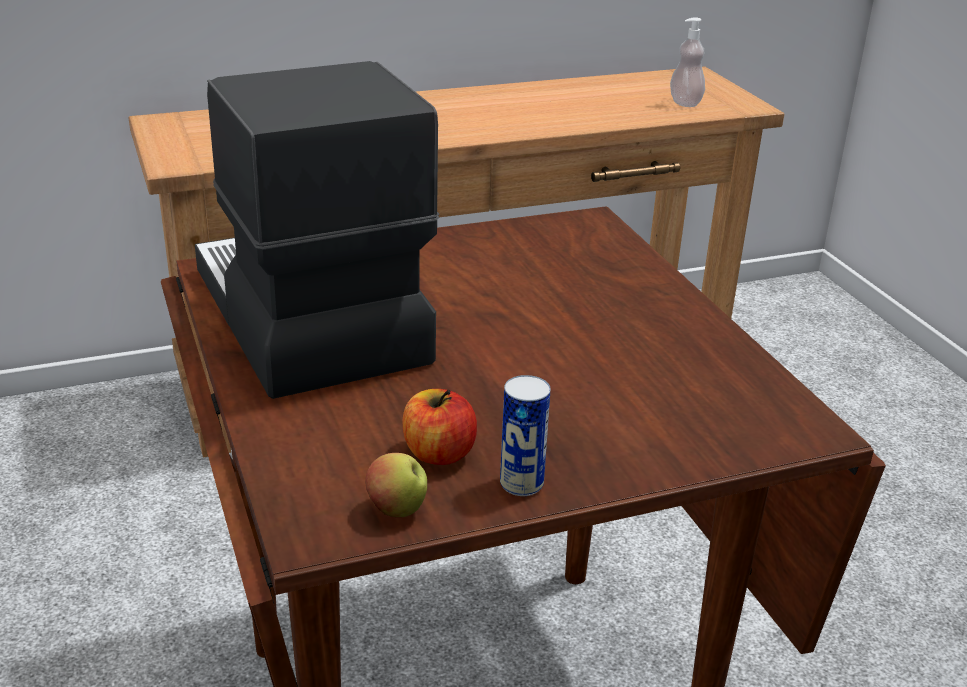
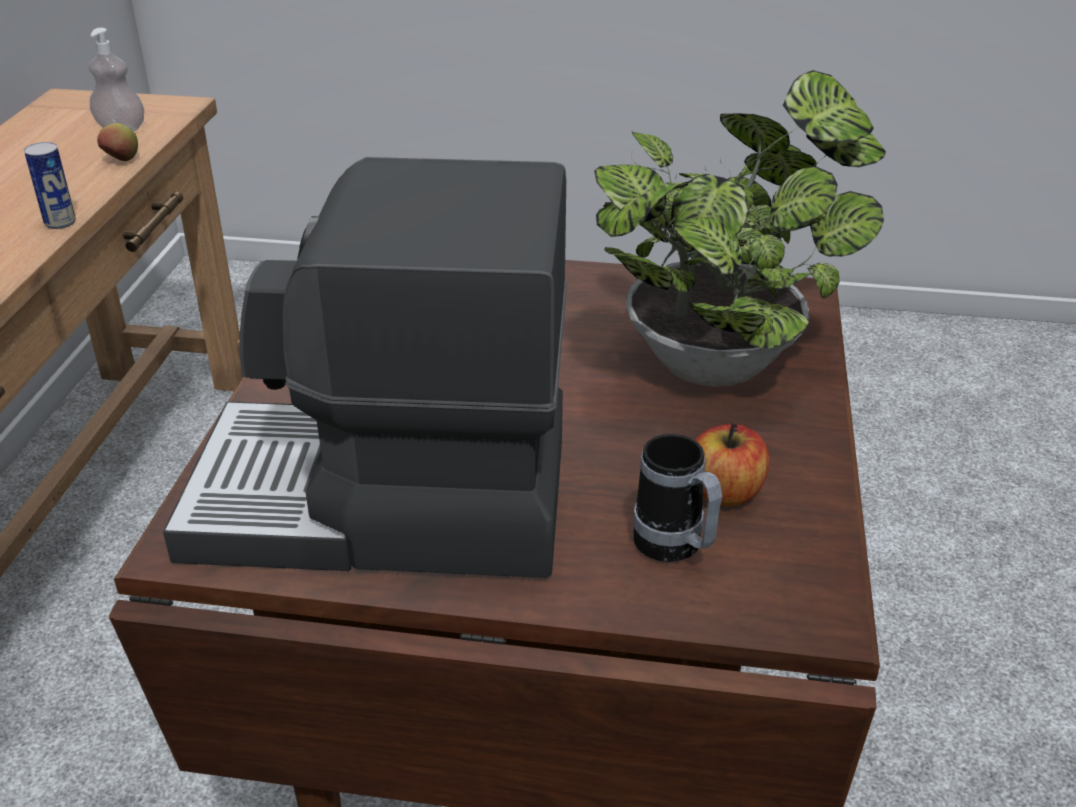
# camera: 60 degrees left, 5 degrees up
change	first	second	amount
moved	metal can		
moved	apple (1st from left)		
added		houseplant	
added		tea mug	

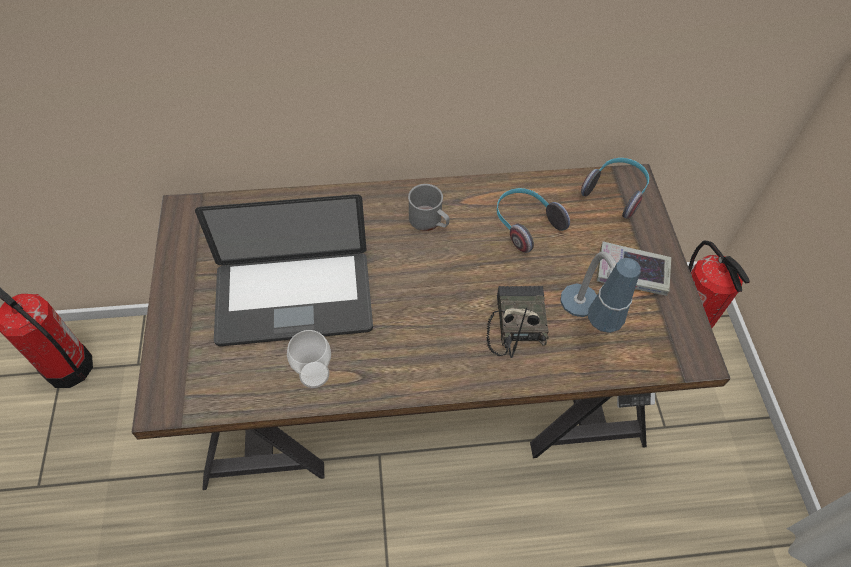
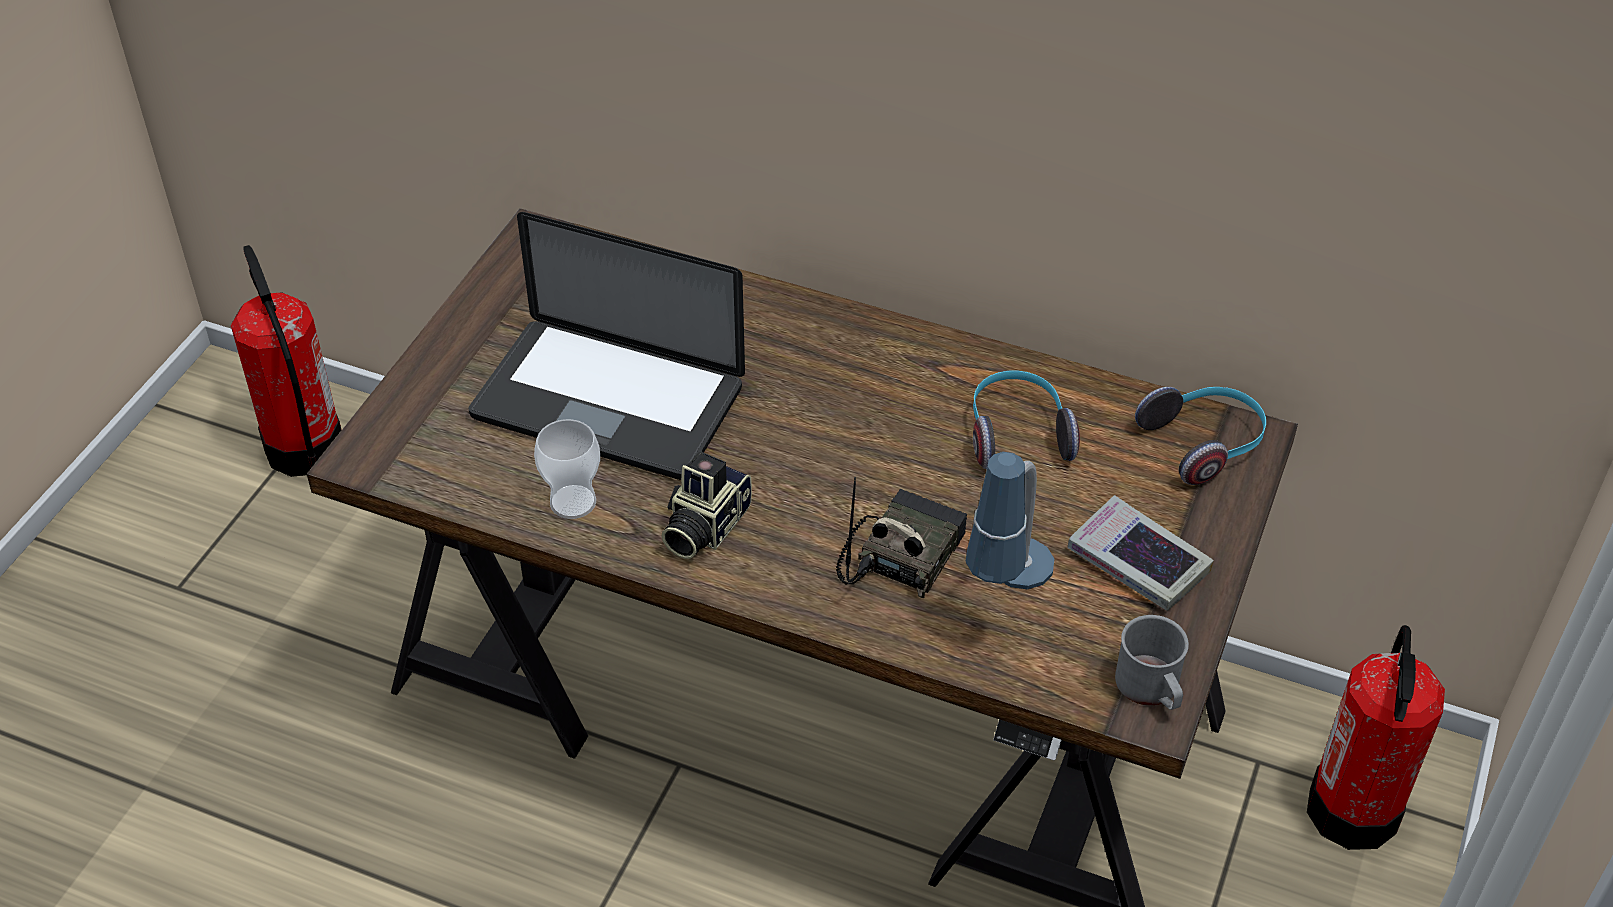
# camera: 30 degrees right, 10 degrees down
change	first	second	amount
added		photo camera	
moved	gray tea mug		

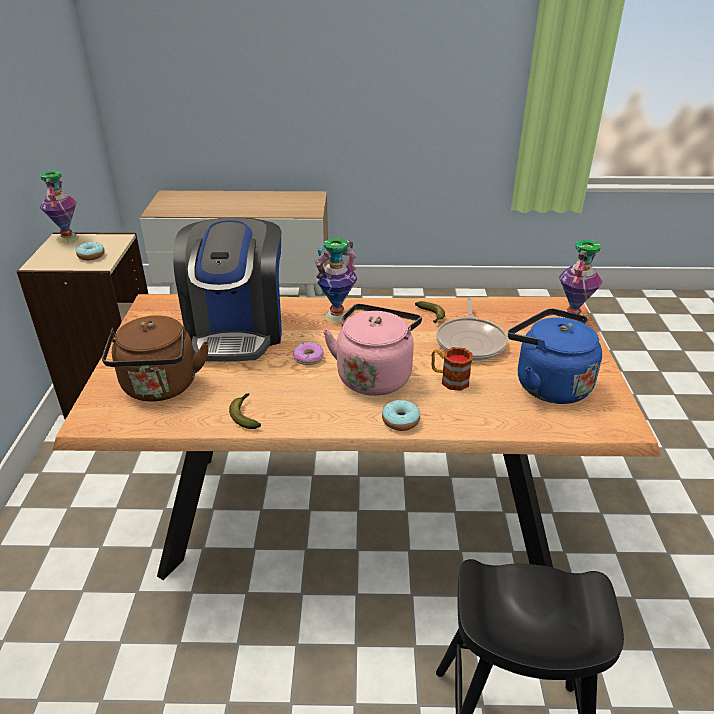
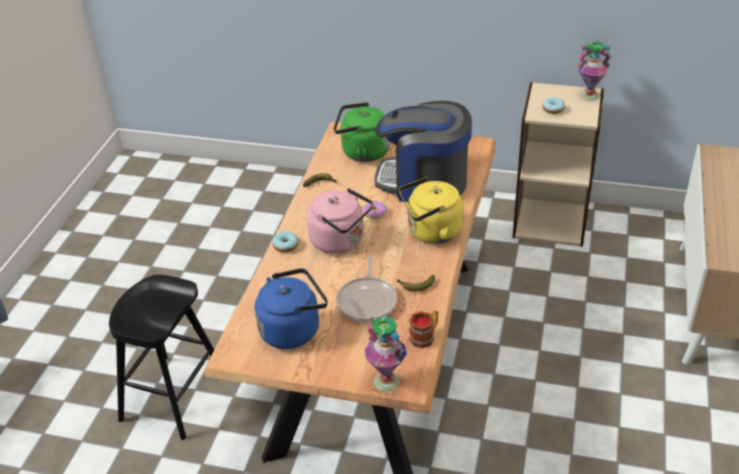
# camera: 105 degrees right, 5 degrees up
change	first	second	amount
recoloured	brownish tea kettle	green tea kettle	
turned	skillet		105 degrees counterclockwise
replaced	decorative vase (2nd from left)	yellow-coloured tea kettle	
moved	tea mug		

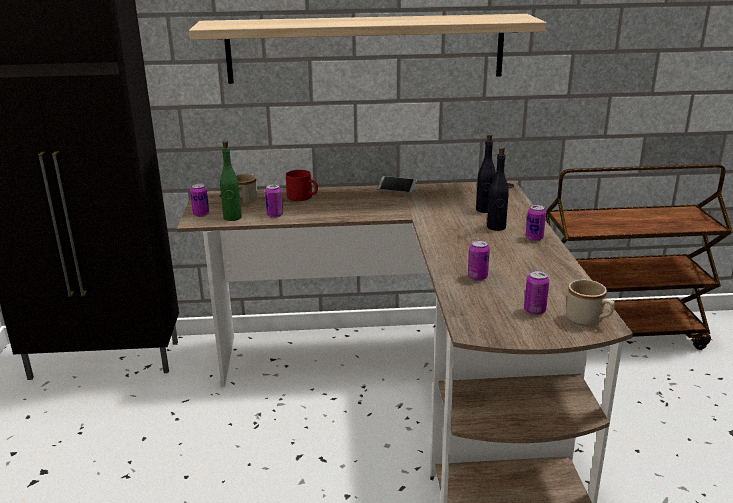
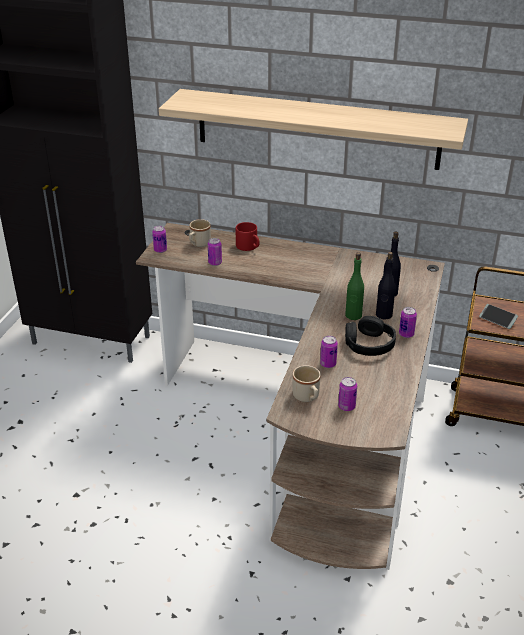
# camera: 20 degrees right, 10 degrees up
change	first	second	amount
moved	beige tea mug (2nd from left)		
moved	green beverage bottle		
added		black pair of headphones	
moved	phone		

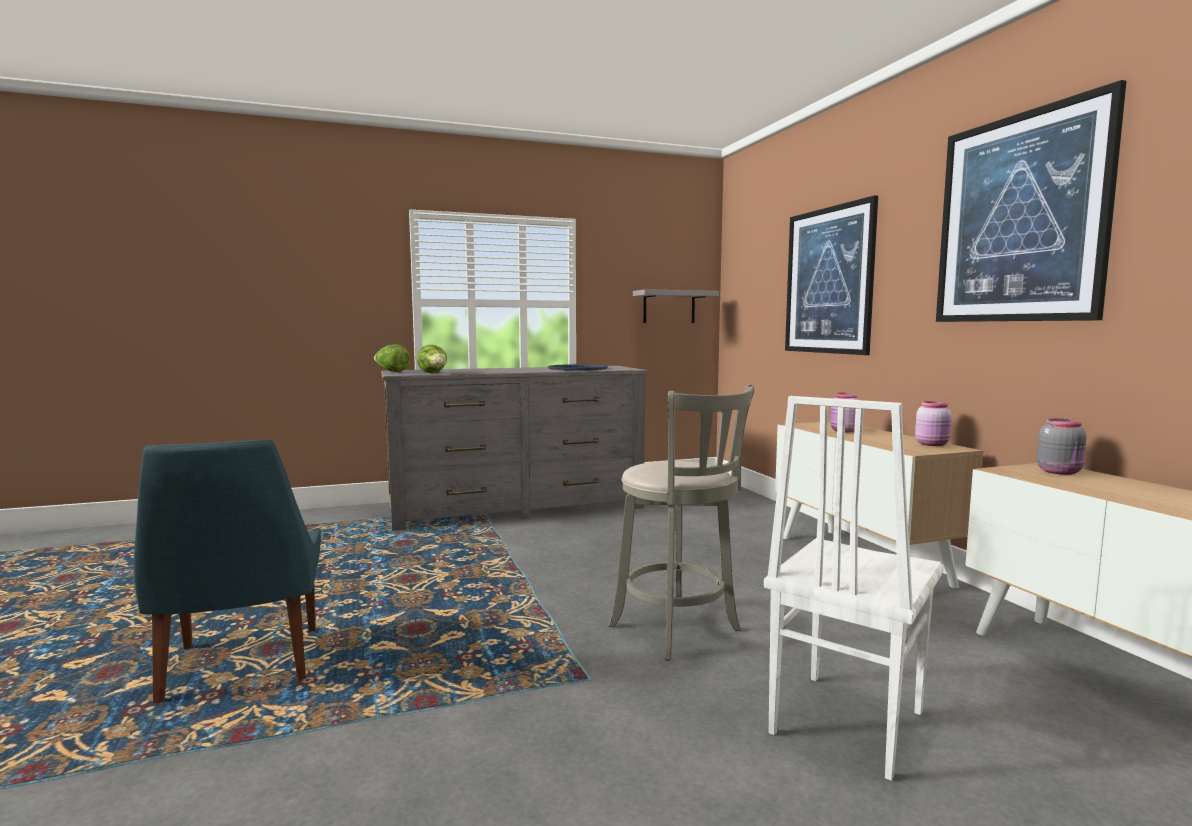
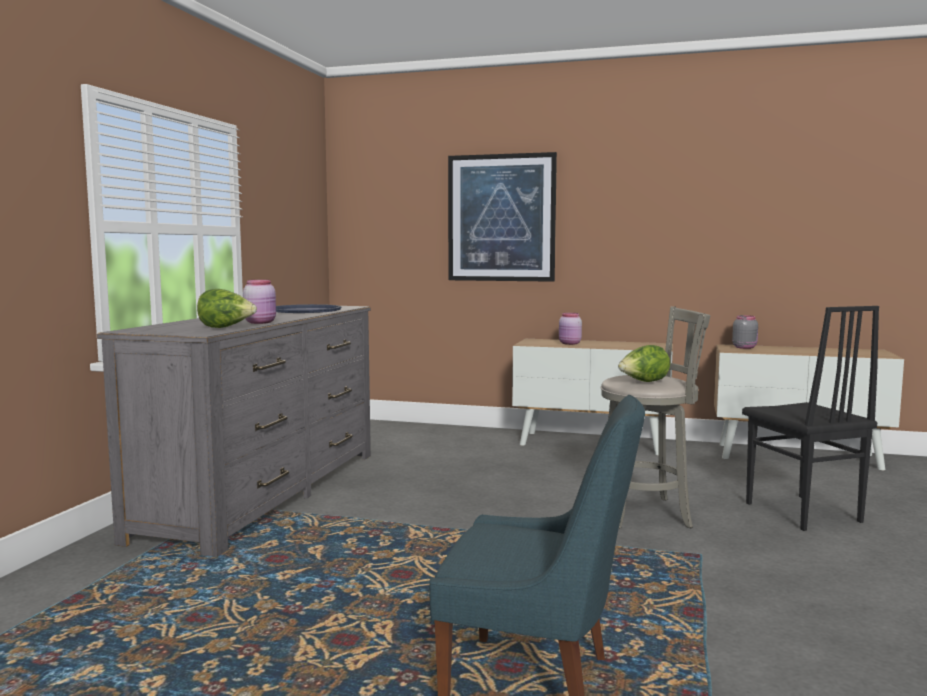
# camera: 55 degrees left, 0 degrees up
change	first	second	amount
moved	pink preserve jar (2nd from left in the first image)	pink preserve jar (1st from left)	
moved	lettuce head (1st from left in the first image)	lettuce head (2nd from left)	
recoloured	white-coloured plain chair	black plain chair	
removed	gray wall shelf		
removed	wall art (2nd from left)		

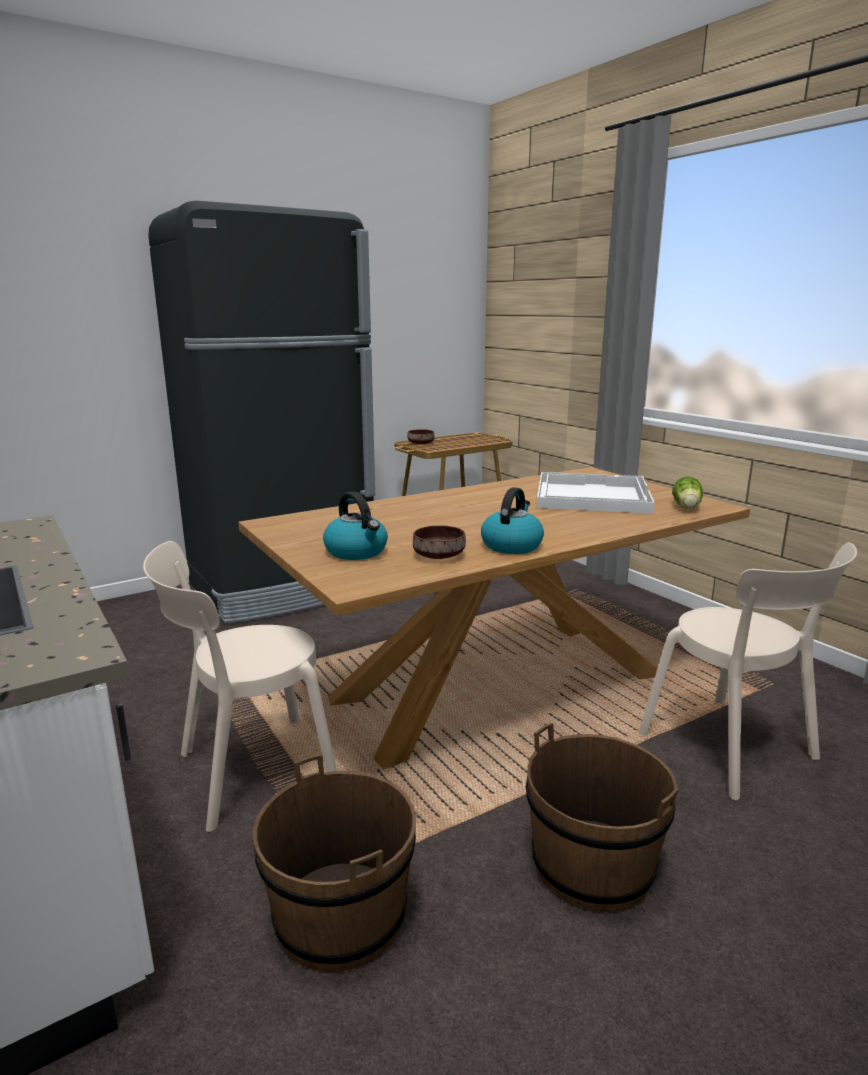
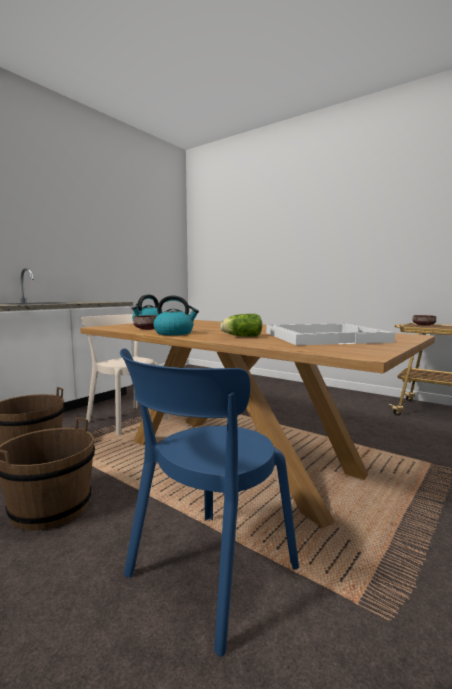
# camera: 70 degrees right, 10 degrees down
change	first	second	amount
recoloured	beige plain chair (2nd from left)	blue-coloured plain chair	
moved	lettuce head		
removed	black kitchen fridge		

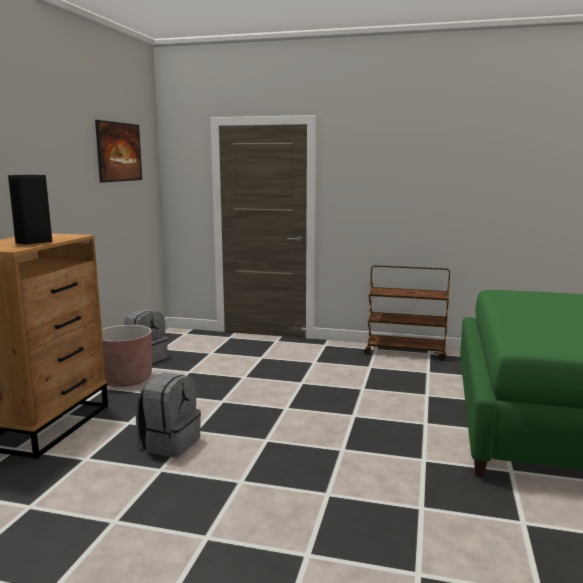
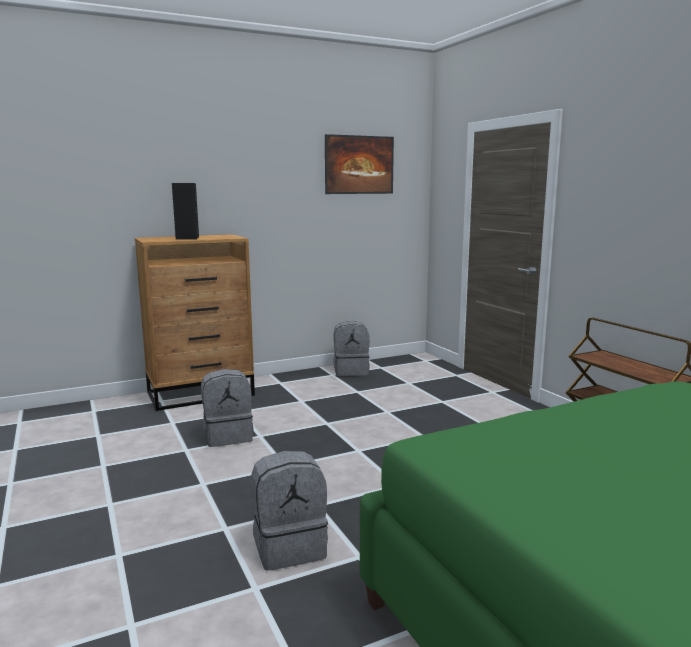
# camera: 50 degrees right, 0 degrees up
change	first	second	amount
added		gray rucksack (2nd from left)	
removed	brownish plant pot		

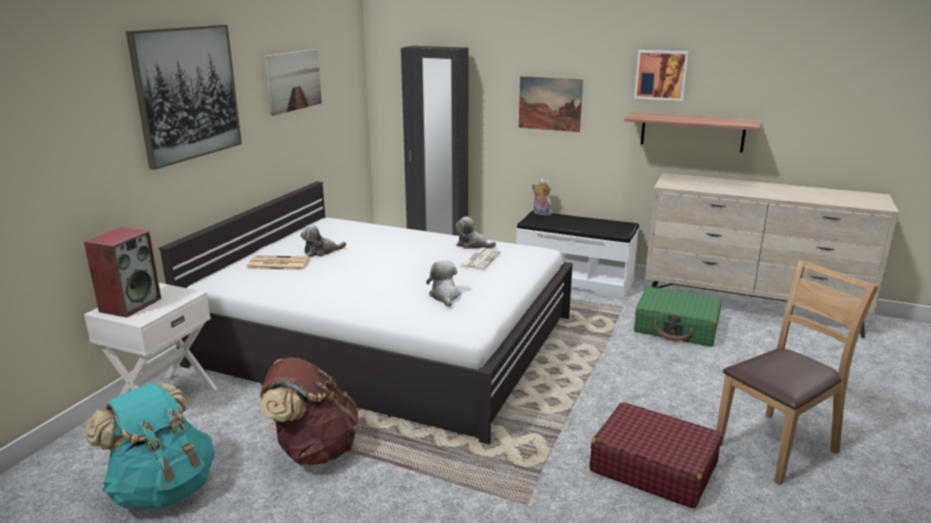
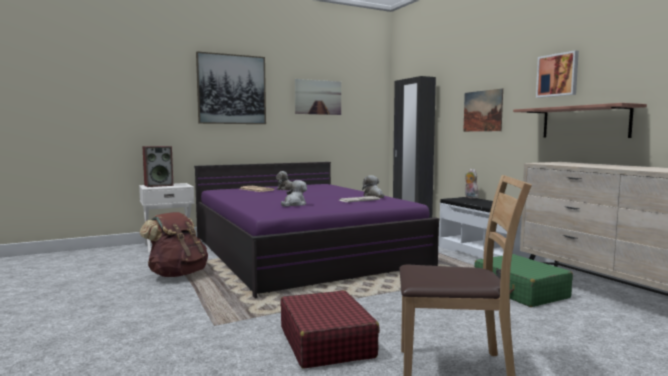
# camera: 40 degrees right, 15 degrees down
change	first	second	amount
recoloured	white-coloured bedroom bed	purplish bedroom bed	
removed	turquoise-coloured rucksack		

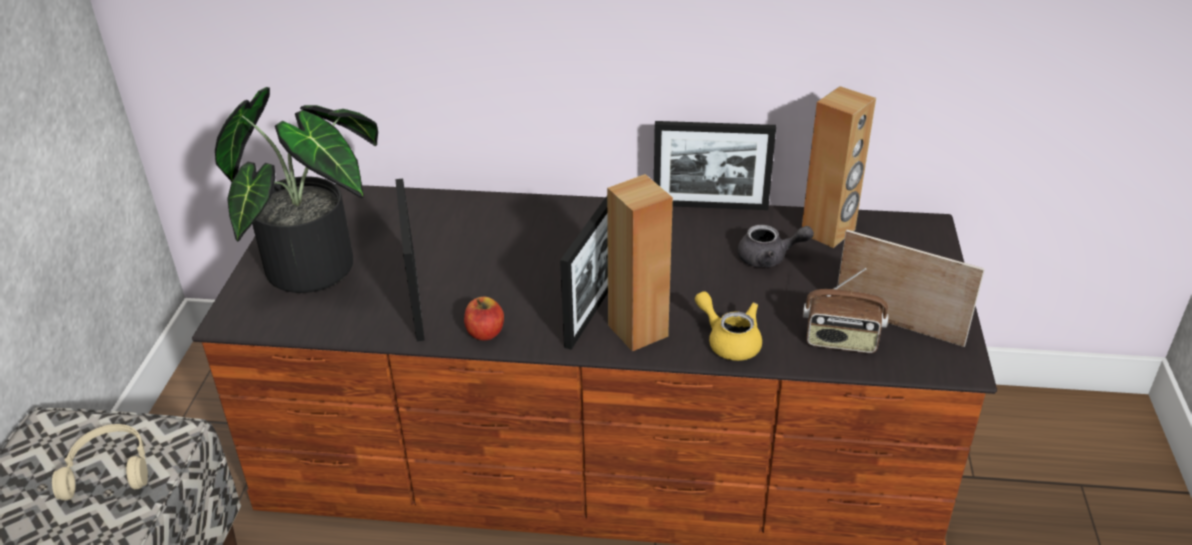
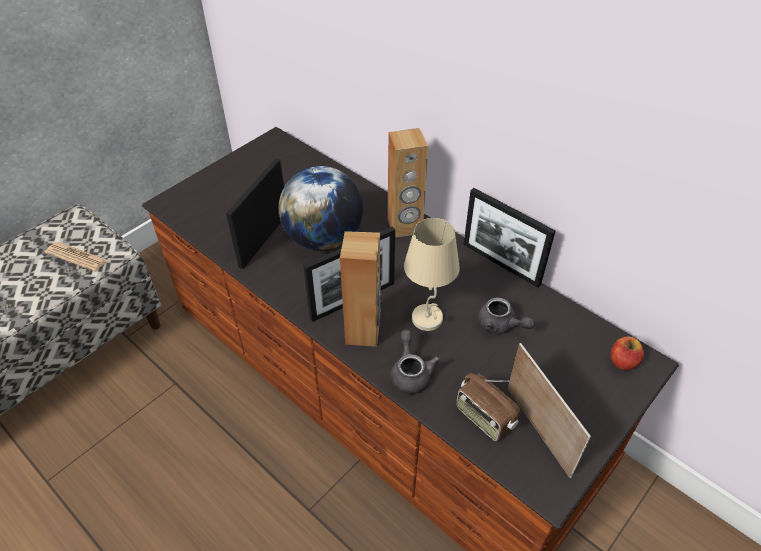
# camera: 35 degrees right, 10 degrees up
change	first	second	amount
replaced	beige pair of headphones	daily paper	
added		world globe	
moved	brownish loudspeaker (2nd from left)		
recoloured	yellow-coloured tea pot	gray tea pot (1st from left)	
added		beige table lamp	
moved	apple		
removed	houseplant		

